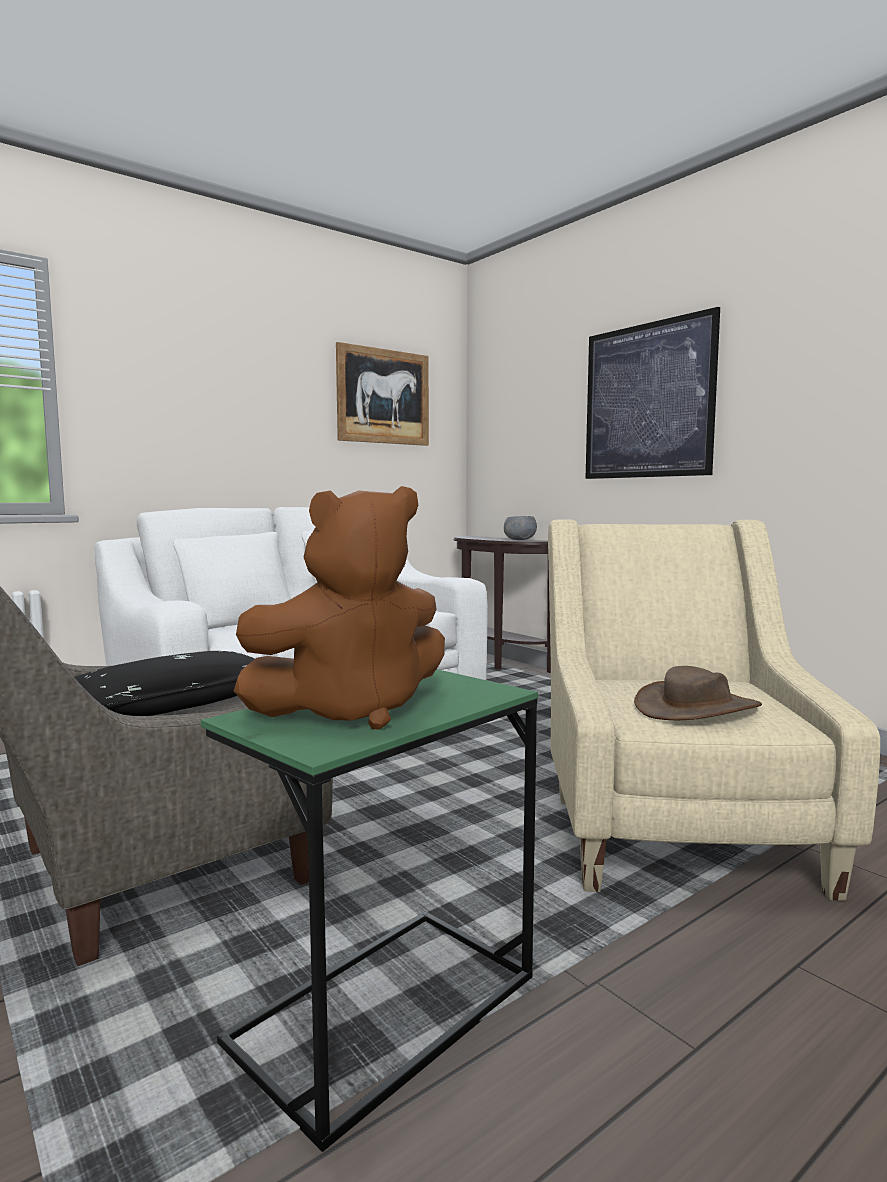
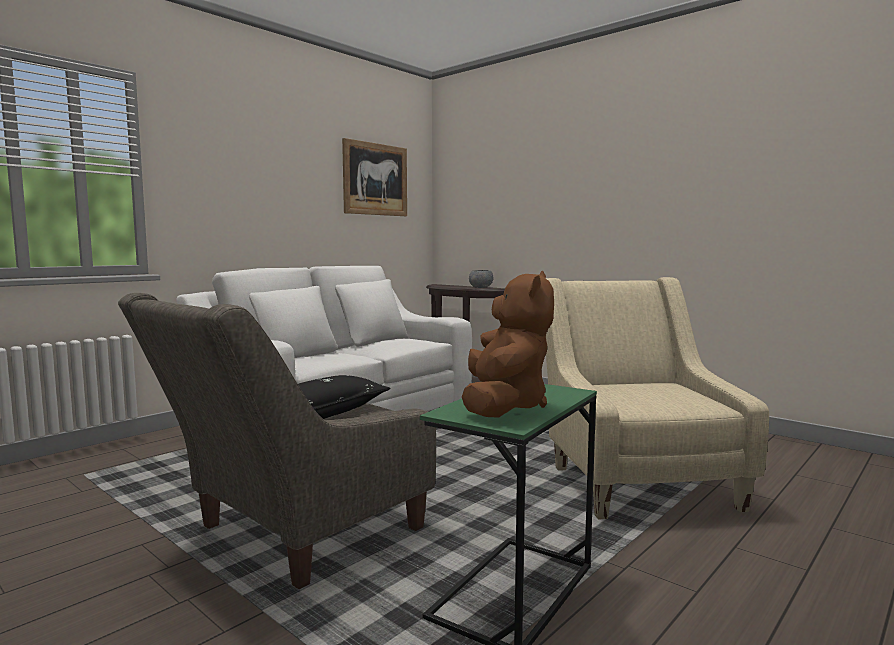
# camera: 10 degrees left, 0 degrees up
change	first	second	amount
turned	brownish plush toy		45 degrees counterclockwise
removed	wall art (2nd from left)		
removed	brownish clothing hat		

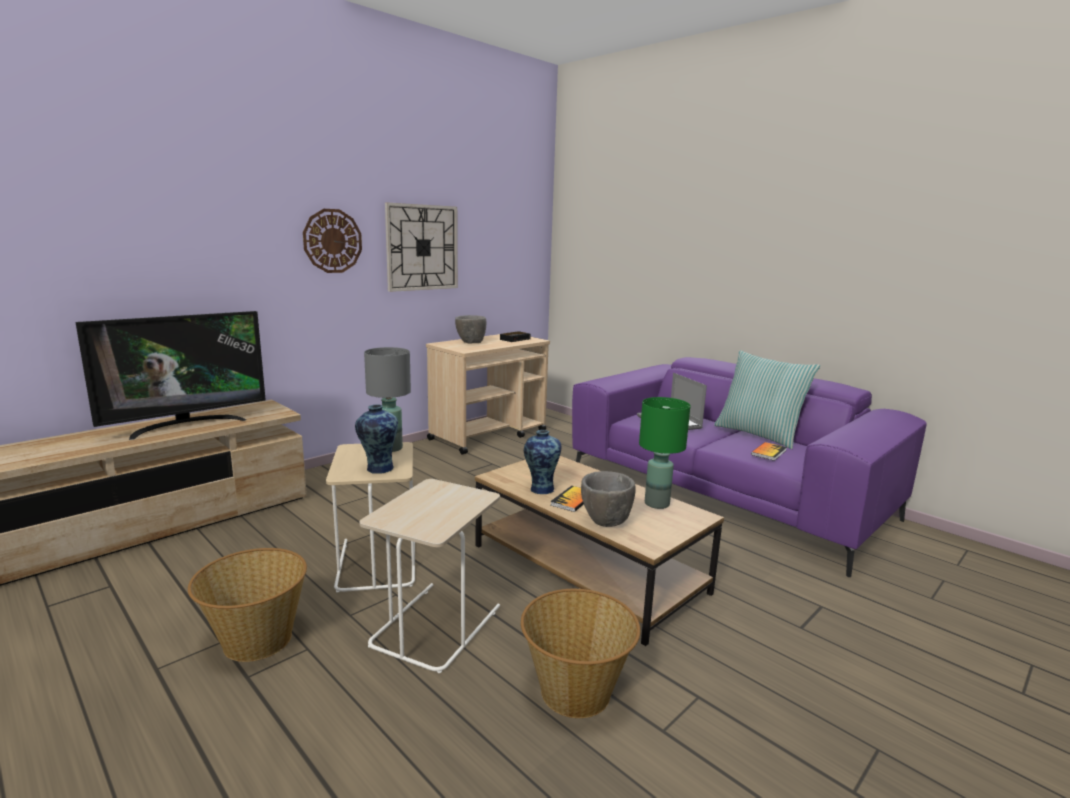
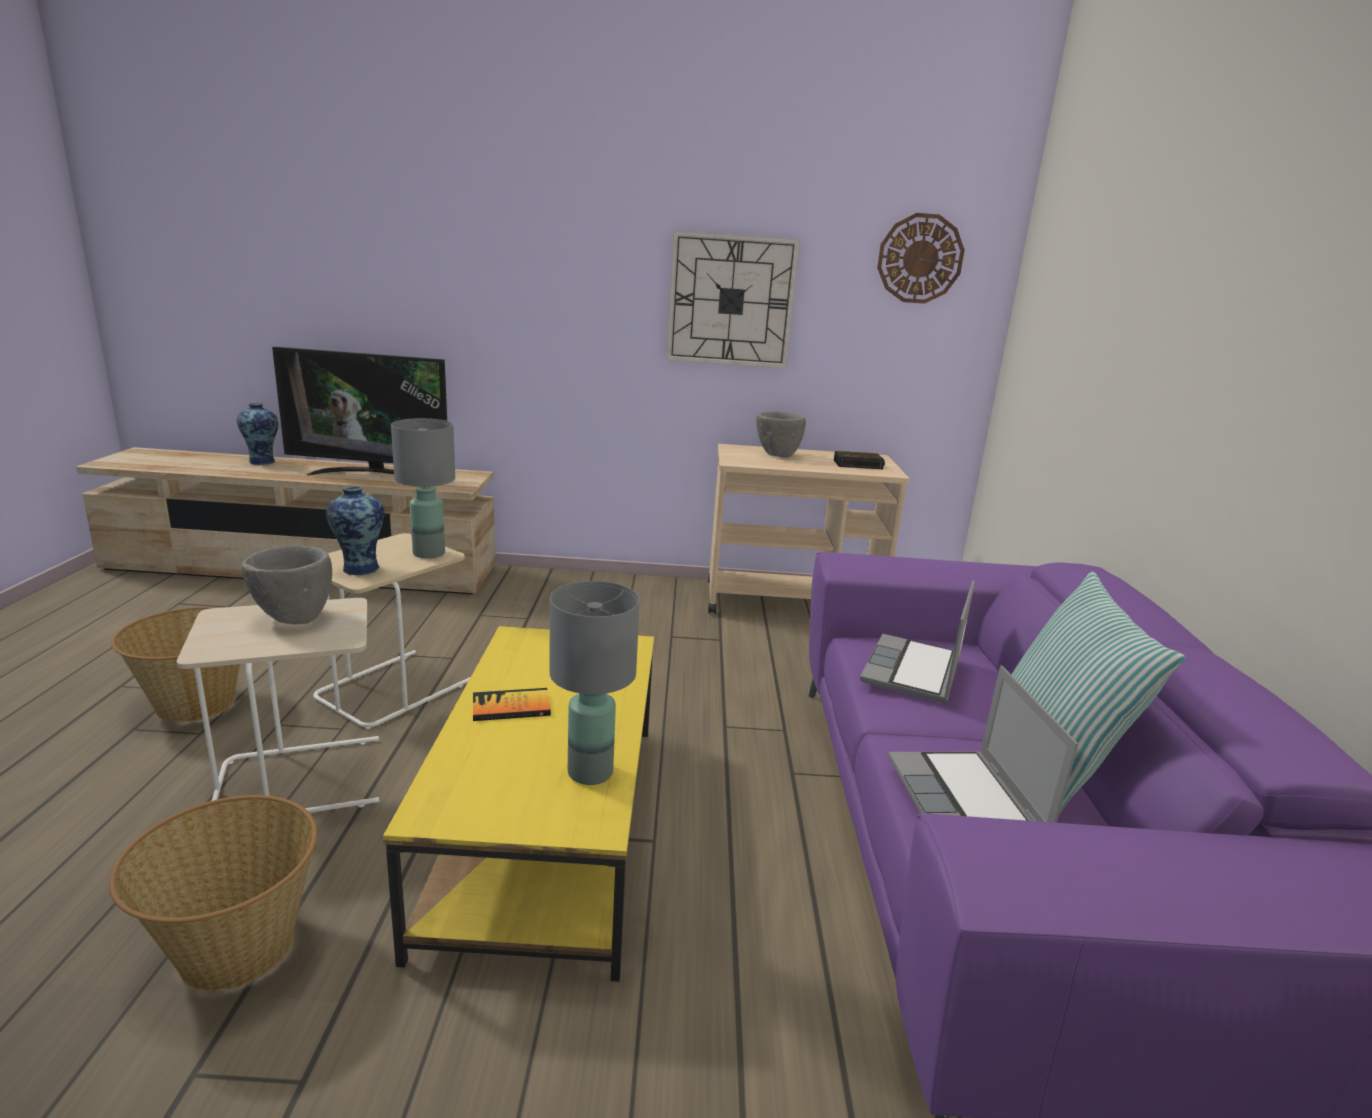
# camera: 45 degrees right, 5 degrees up
change	first	second	amount
moved	decorative vase (2nd from left in the first image)	decorative vase (1st from left)	
moved	gray deep dish (2nd from left in the first image)	gray deep dish (1st from left)	
recoloured	brownish coffee table	yellow-coloured coffee table	
recoloured	green table lamp	gray table lamp (2nd from left)	
moved	clock on the wall (1st from left in the first image)	clock on the wall (2nd from left)	
replaced	bound book (2nd from left)	laptop (2nd from left)	

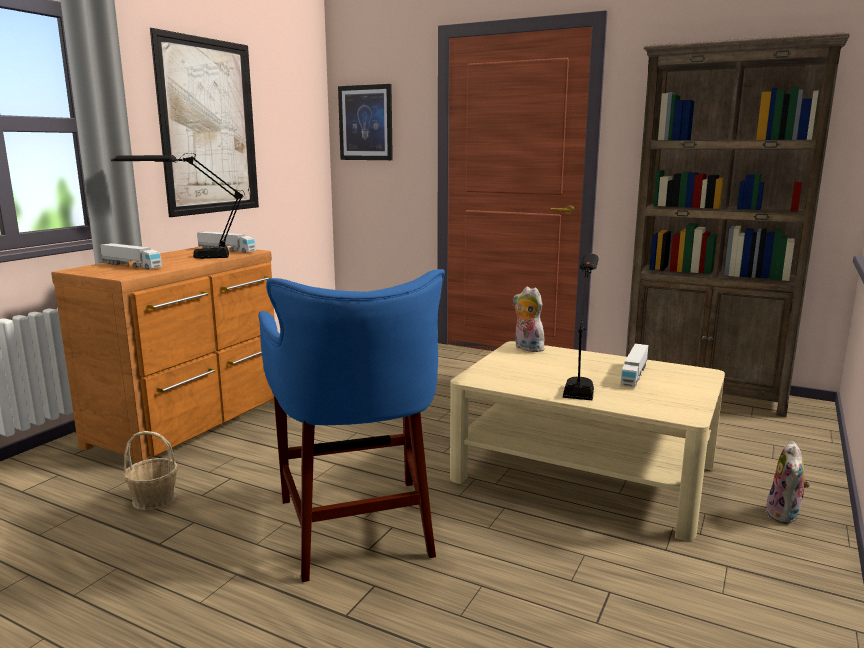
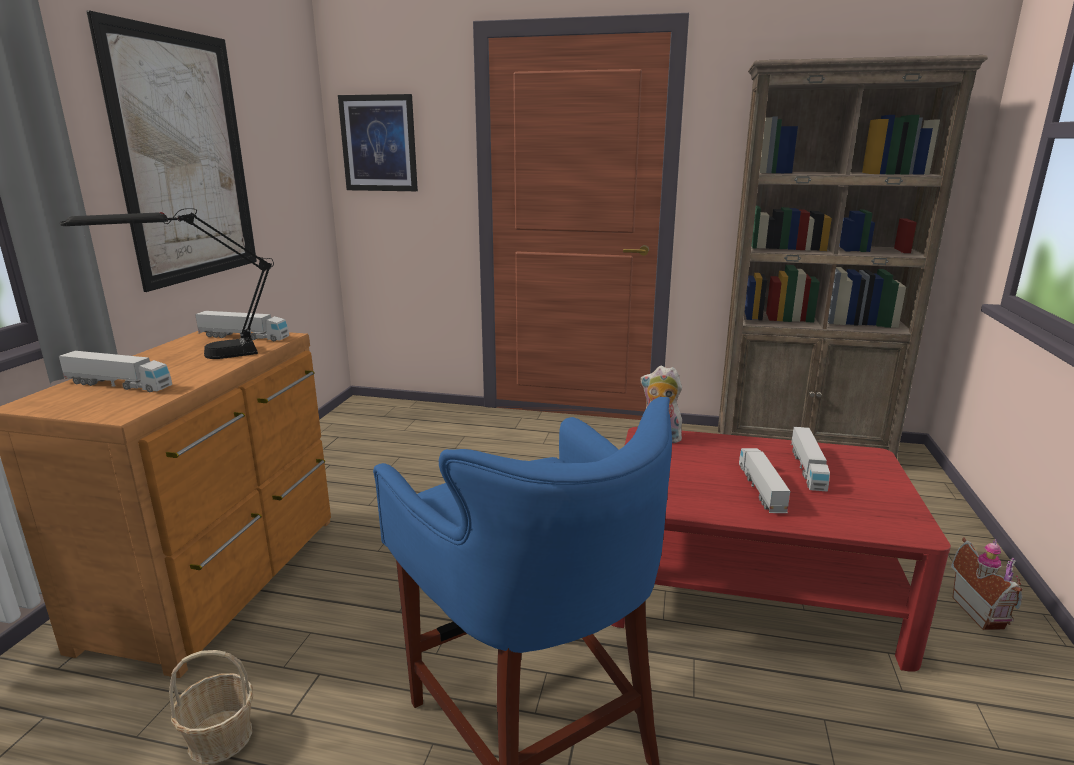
# camera: 15 degrees left, 5 degrees up
change	first	second	amount
recoloured	beige coffee table	red-coloured coffee table	
replaced	black table lamp (2nd from left)	toy truck (3rd from left)	
replaced	plush toy (2nd from left)	miniature house	

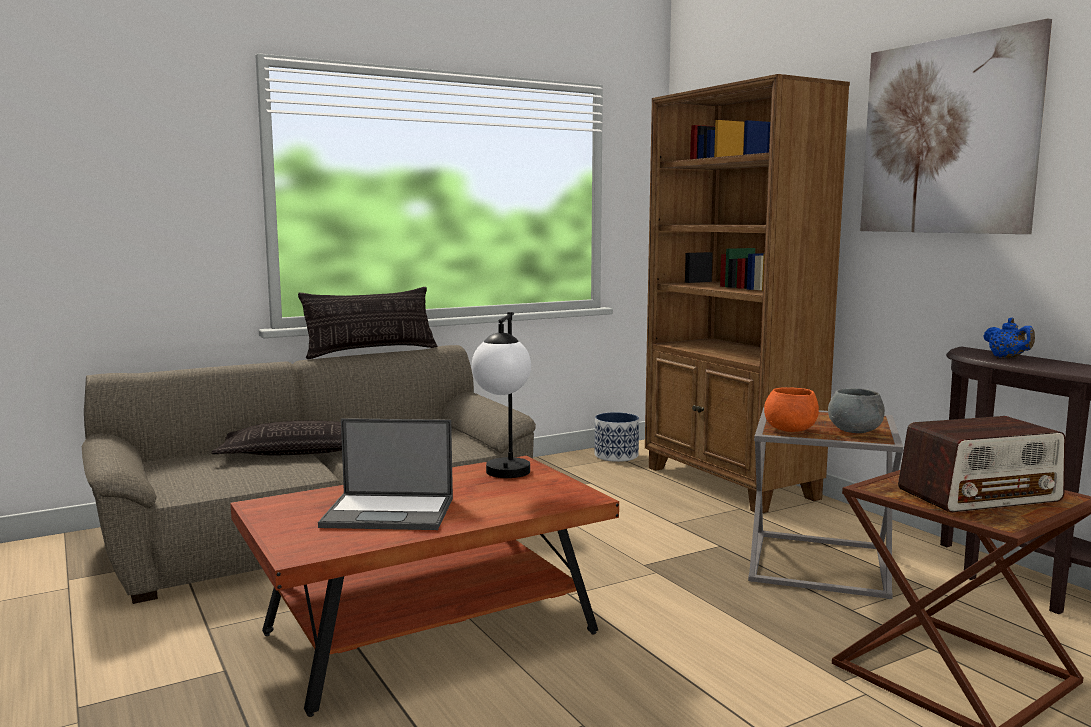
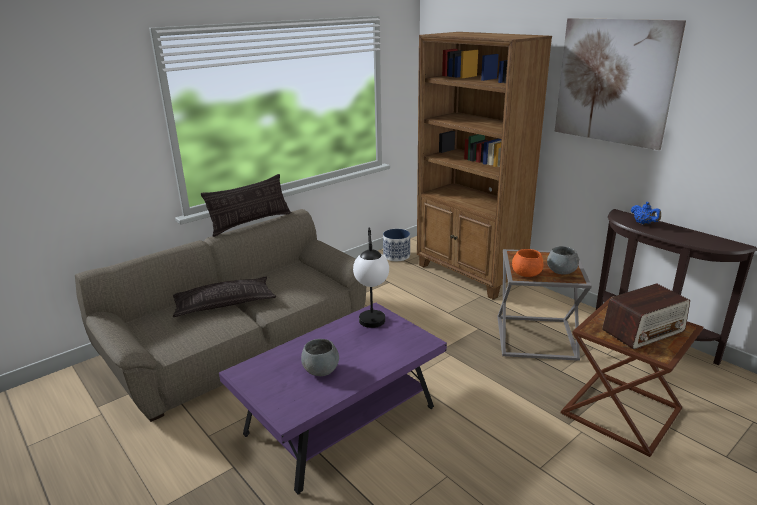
# camera: 10 degrees left, 15 degrees up
change	first	second	amount
recoloured	brownish coffee table	purplish coffee table	
replaced	laptop	gray deep dish (1st from left)	

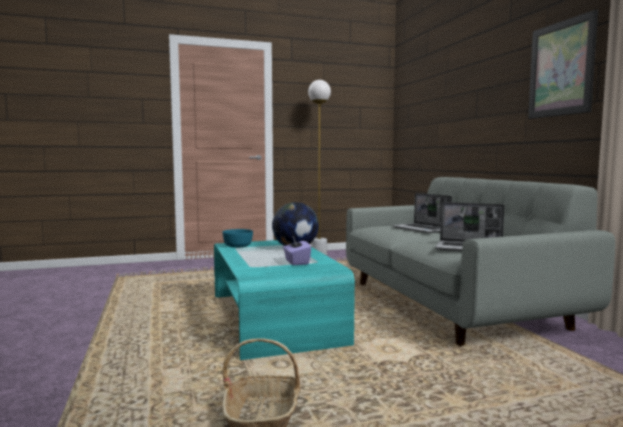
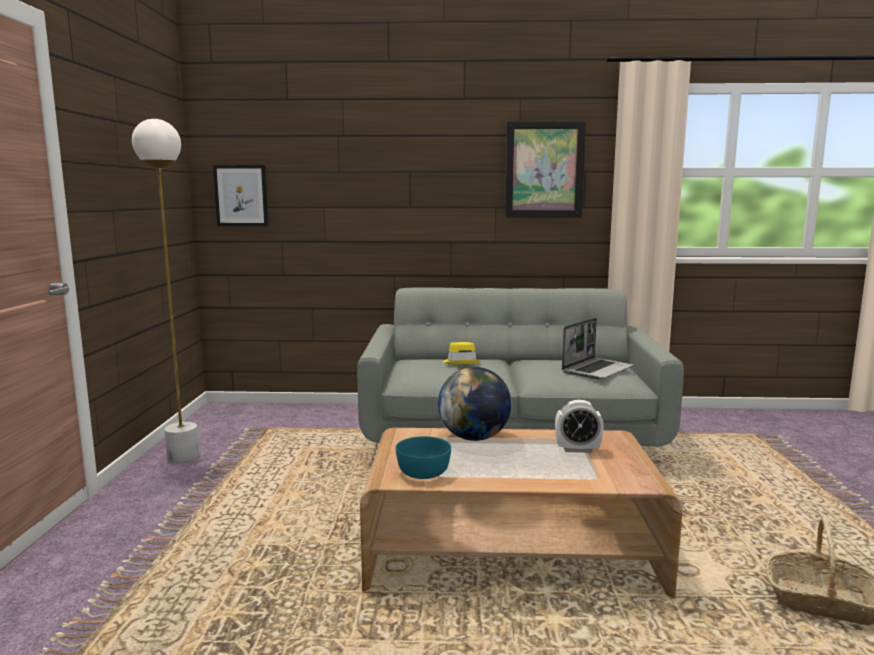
# camera: 70 degrees left, 5 degrees up
change	first	second	amount
added		wall art (1st from left)	
recoloured	turquoise-coloured coffee table	brownish coffee table	
replaced	laptop (1st from left)	yellow-coloured clothing hat	
replaced	purplish tissue holder	table clock	

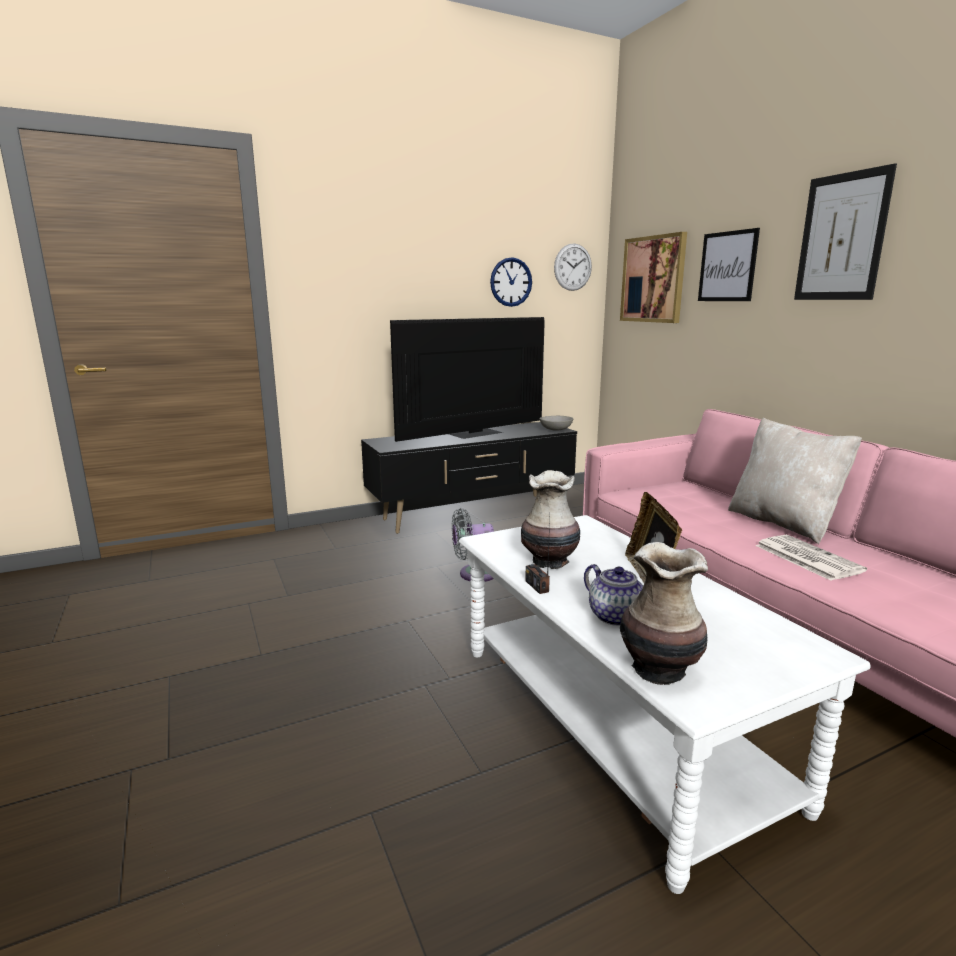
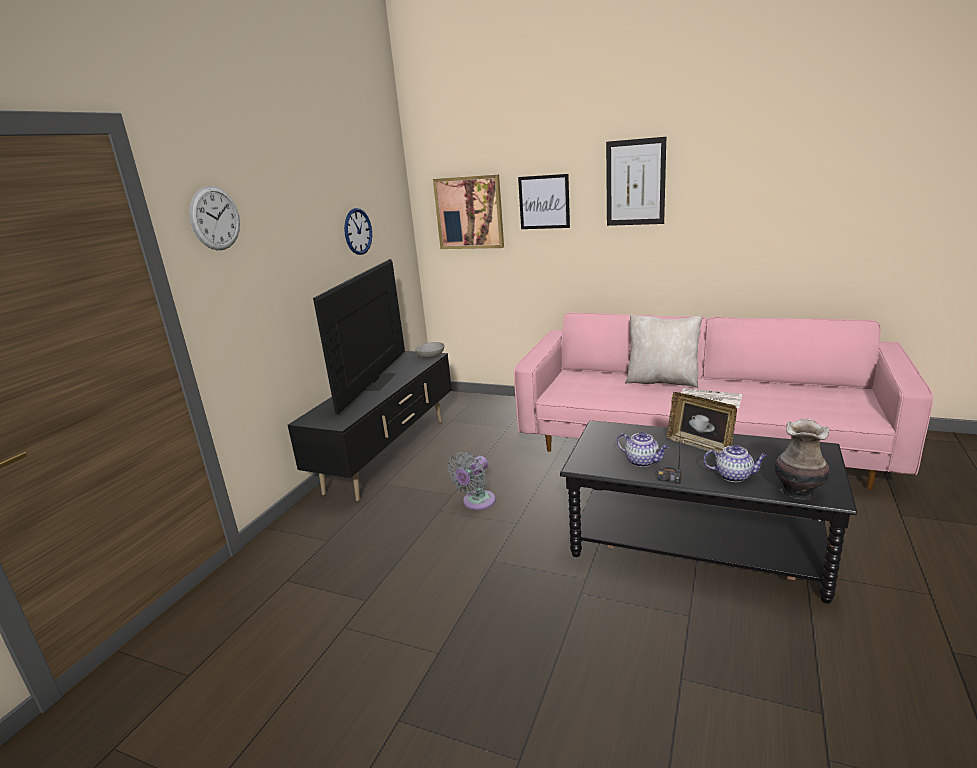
# camera: 40 degrees left, 5 degrees up
change	first	second	amount
moved	clock on the wall (2nd from left in the first image)	clock on the wall (1st from left)	
recoloured	white-coloured coffee table	black coffee table	
replaced	decorative vase (1st from left)	tea pot (1st from left)	

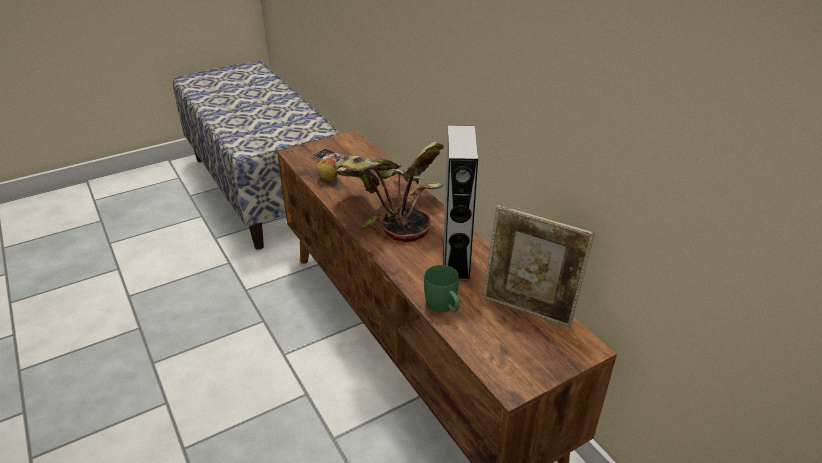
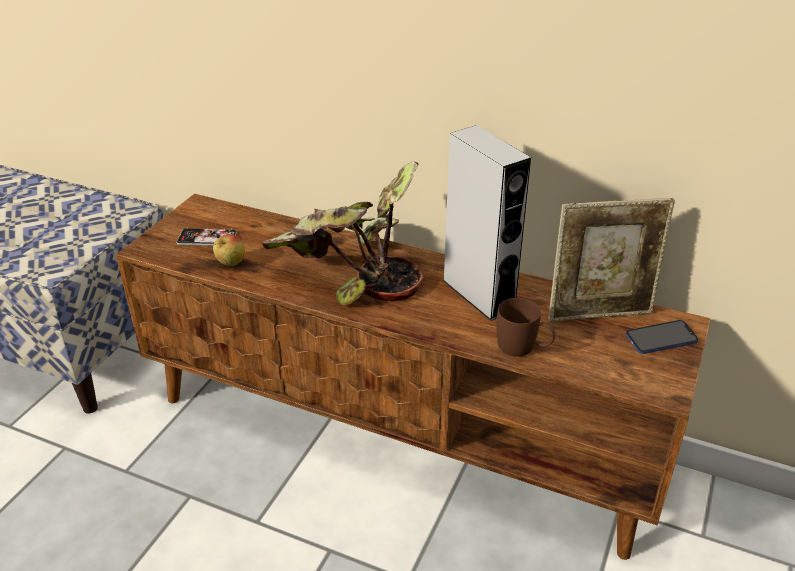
# camera: 35 degrees left, 0 degrees up
change	first	second	amount
recoloured	green tea mug	brownish tea mug	
added		phone (2nd from left)	

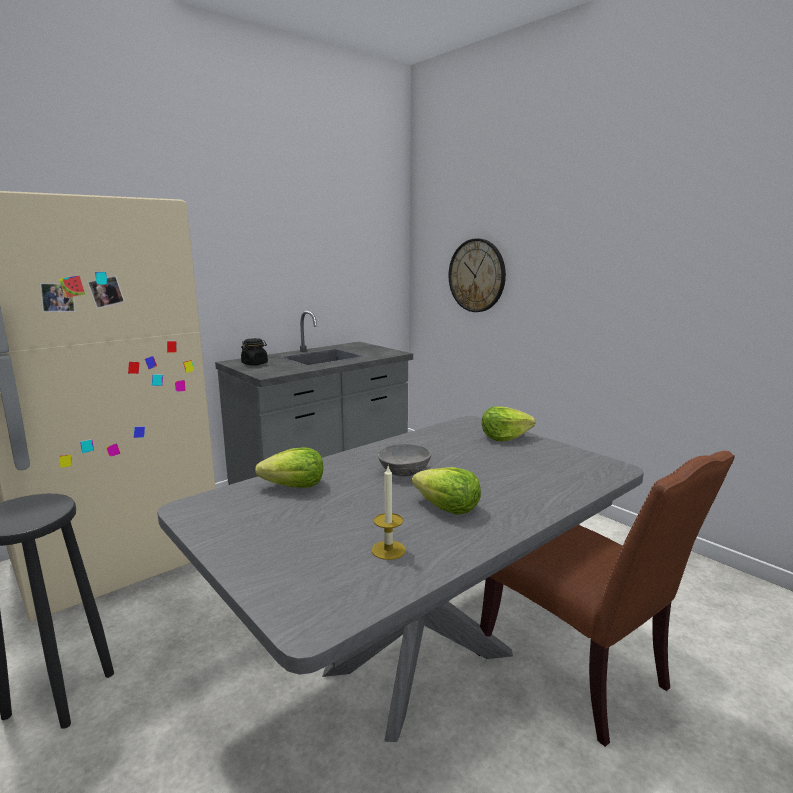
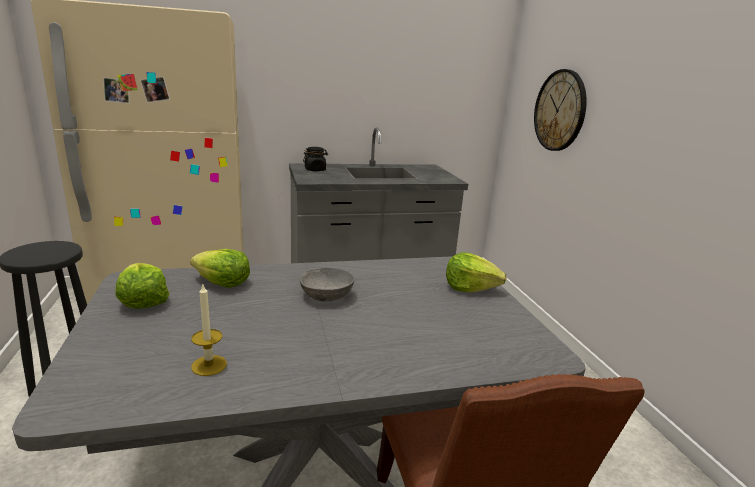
# camera: 25 degrees right, 5 degrees up
change	first	second	amount
moved	lettuce head (2nd from left in the first image)	lettuce head (1st from left)	

